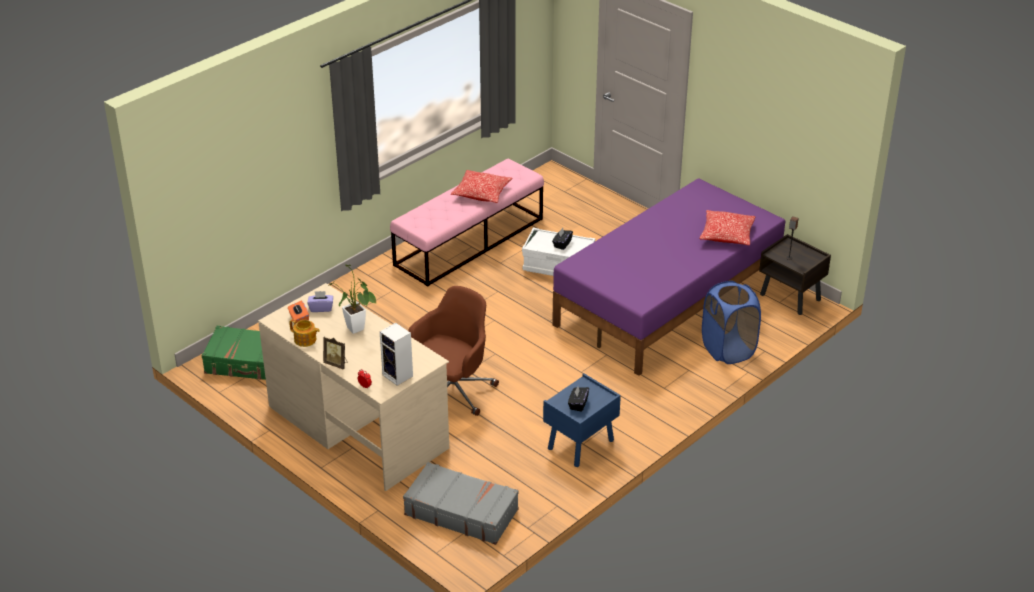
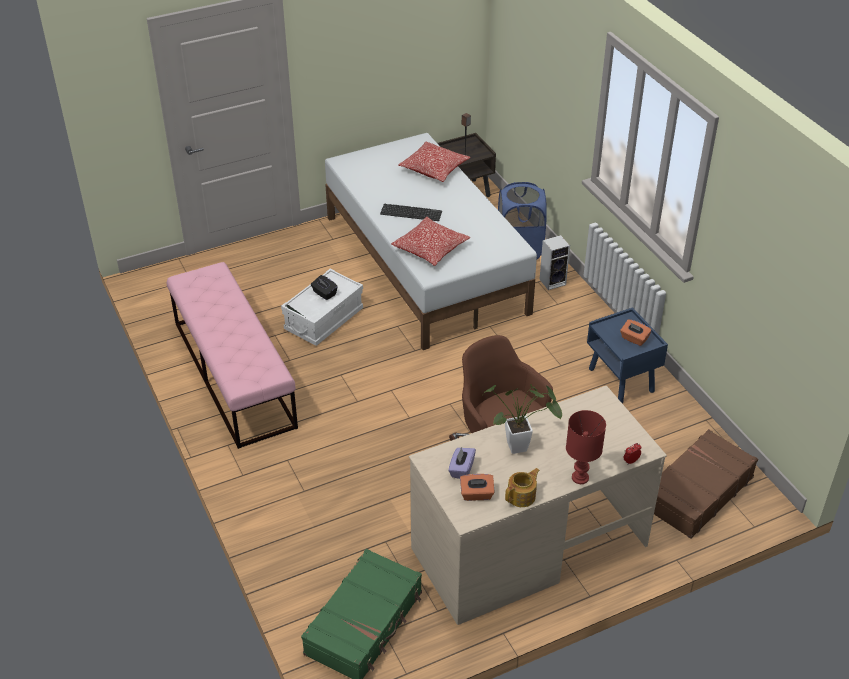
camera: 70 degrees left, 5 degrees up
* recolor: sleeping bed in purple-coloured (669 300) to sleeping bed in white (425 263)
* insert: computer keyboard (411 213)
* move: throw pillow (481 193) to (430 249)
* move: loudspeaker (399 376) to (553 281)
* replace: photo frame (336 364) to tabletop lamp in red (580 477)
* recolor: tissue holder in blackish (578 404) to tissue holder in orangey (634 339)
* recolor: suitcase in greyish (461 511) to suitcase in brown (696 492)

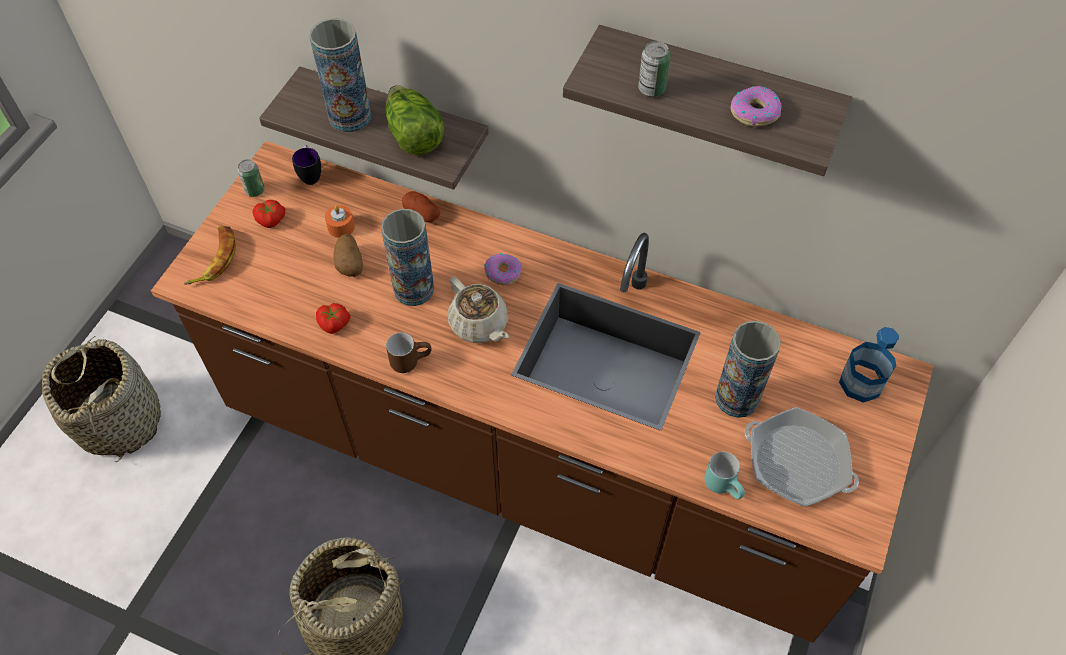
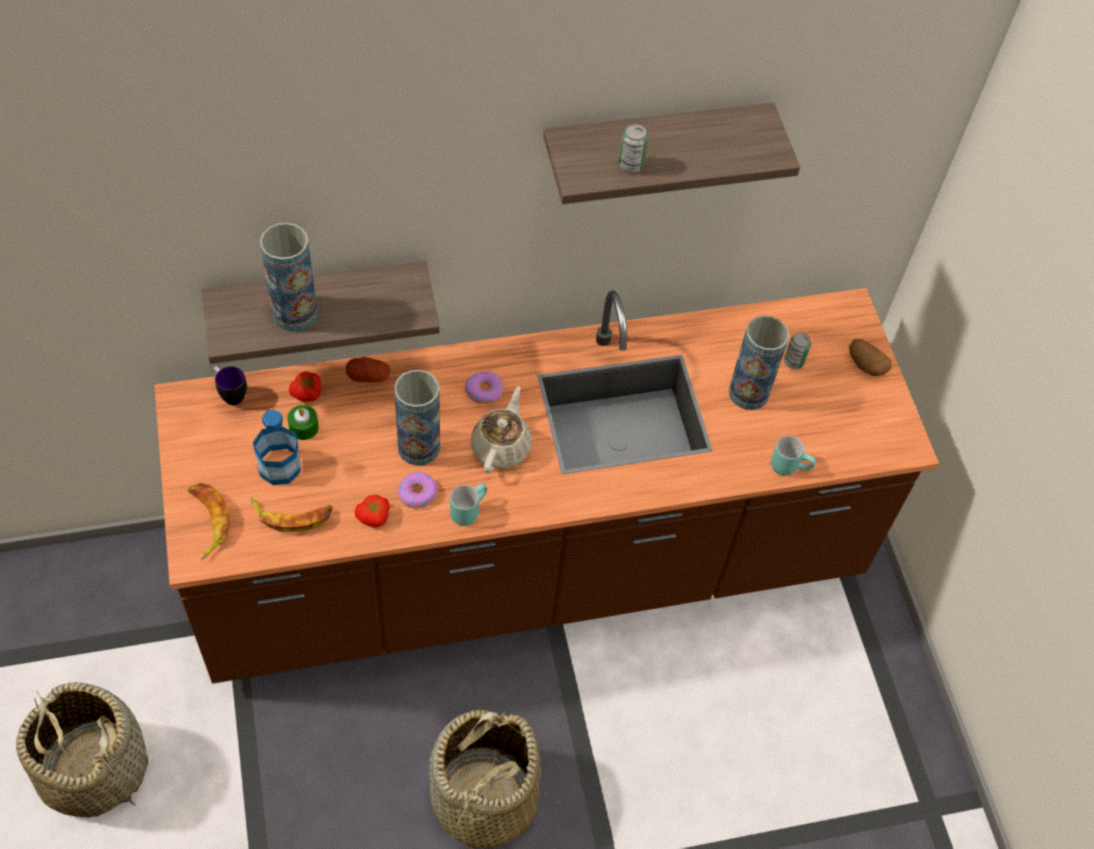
camera: 40 degrees left, 0 degrees up
* insert: whole banana (292 515)
* move: drink bottle (860 383) to (279 467)
* recolor: wax candle in orangey (341 227) to wax candle in green-coloured (304 427)
* move: tomato (271 220) to (307 393)
* move: doughnut (754 112) to (417 493)
* recolor: coffee mug in brown (410 359) to coffee mug in blue-green (467 509)
* rotate: teapot in beige (479 324) = (501 446) 90 degrees counterclockwise
* move: sealed can (255 190) to (793 362)
* move: potato (350 263) to (865 365)
* delete: lettuce (413 135)
* delete: frying pan (797 462)

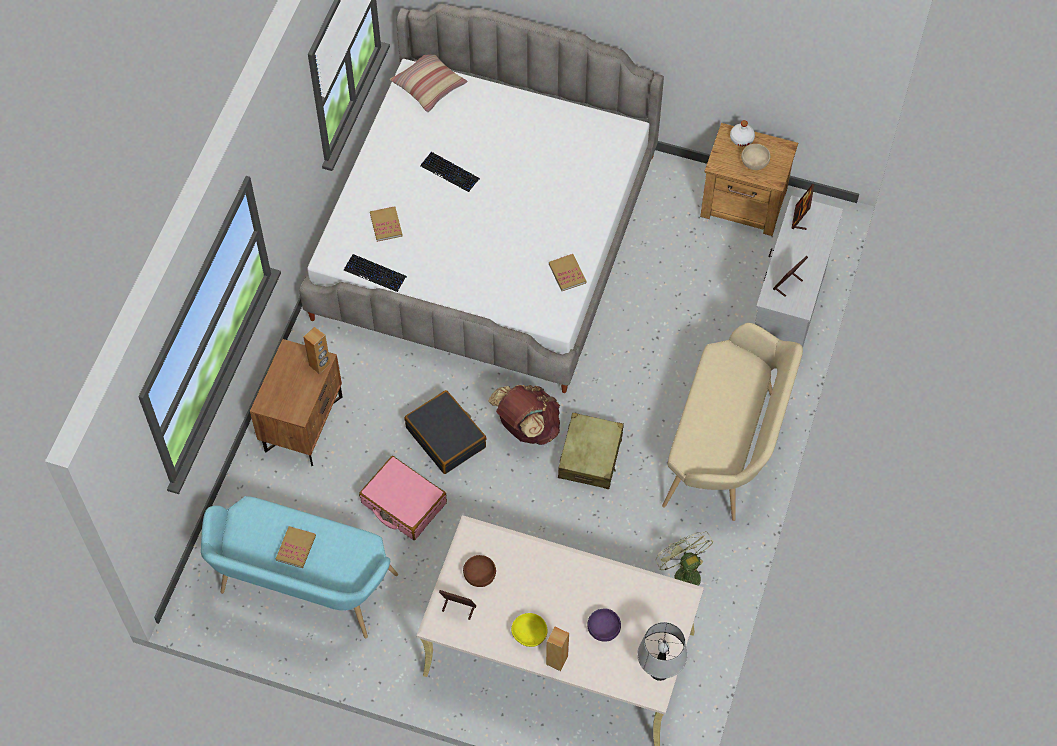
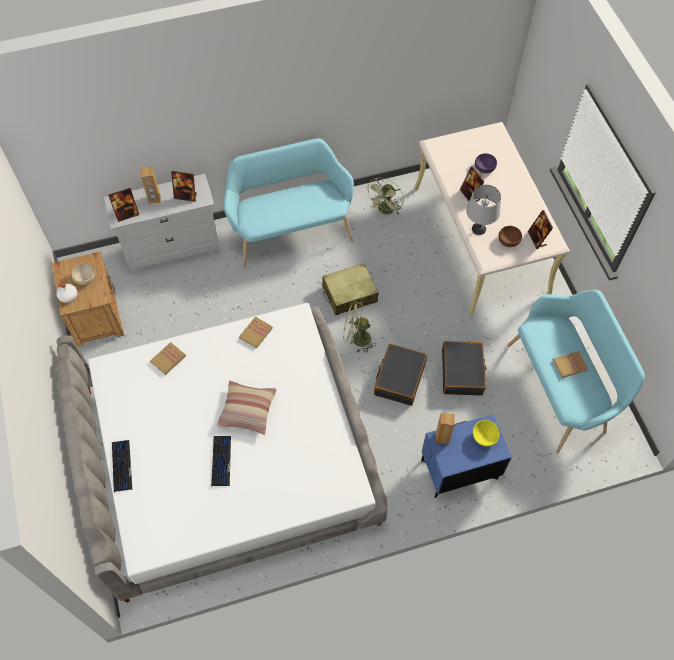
camera: 125 degrees left, 0 degrees up
* move: computer keyboard (375 273) to (121 466)
* move: loudspeaker in brown (556 660) to (154 199)
* move: volume (386 225) to (168 359)
* move: throw pillow (429 86) to (247 410)
* recolor: indoor bench in beige (726 449) to indoor bench in blue-green (290 231)
* replace: knapsack in brown (527 427) to cooling fan in green-coloured (356 338)
* recolor: nightstand in brown (302 423) to nightstand in bluish (459 470)
* recolor: suitcase in pinkish (403 503) to suitcase in blackish (462 372)
* insert: photo frame (470 195)
* move: tabletop lamp in greyish (659 670) to (479 229)
* move: deep dish in yellowish (529 635) to (484 436)

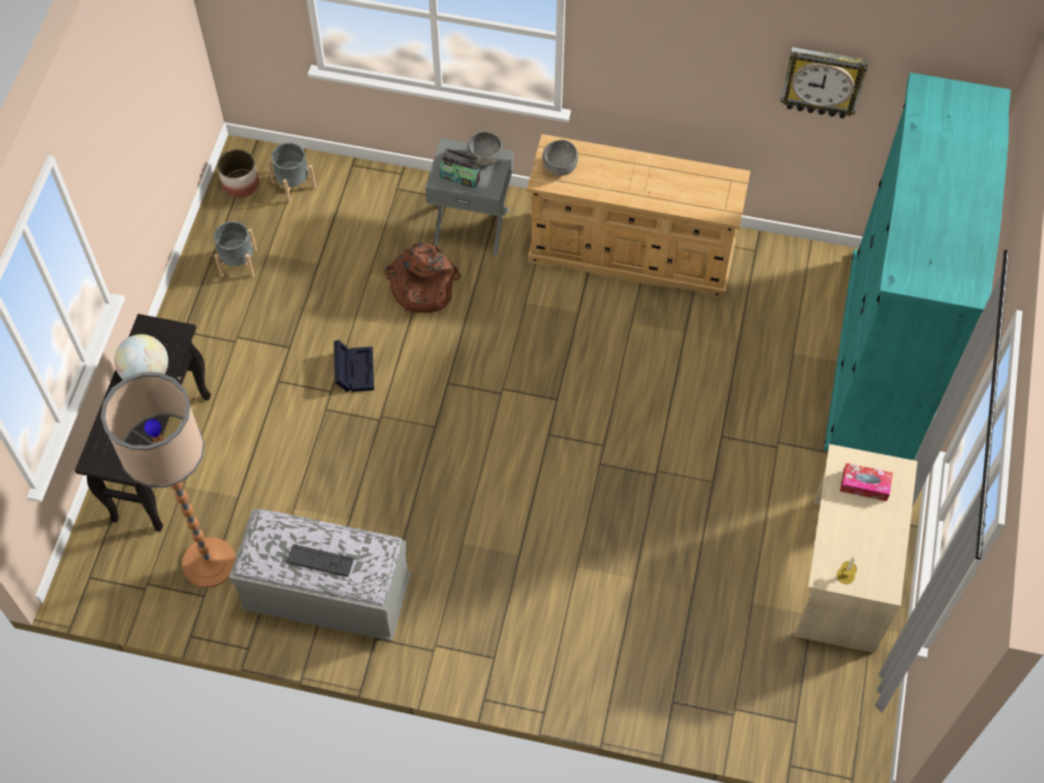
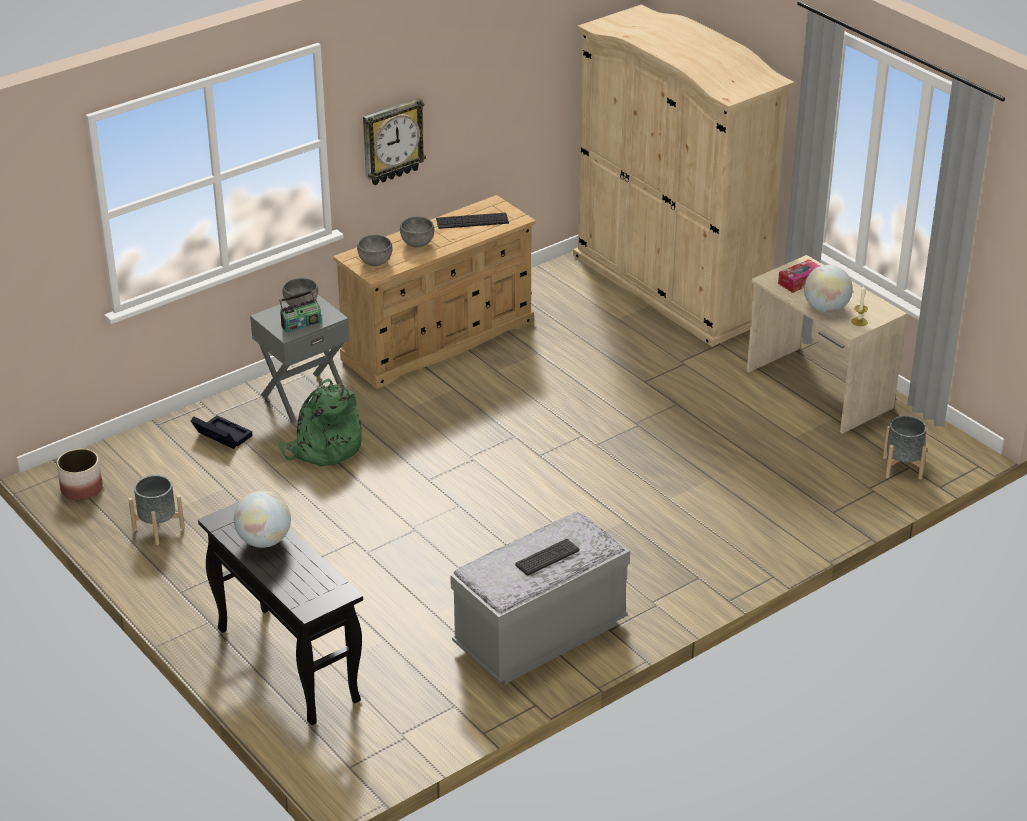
camera: 50 degrees left, 25 degrees down
* move: storage bin in blackish (354 369) to (220 436)
* recolor: knapsack in brown (421 287) to knapsack in green-coloured (323 448)
* move: wall clock (823 81) to (392 141)
* insert: deep dish in greyish (417 244)
* insert: computer keyboard (472 221)
* recolor: wardrobe in blue-green (883 357) to wardrobe in beige (670 286)
* insert: desk globe (826 309)
* move: flower pot in greyish (294 185) to (902 467)
* delete: floor lamp (209 562)

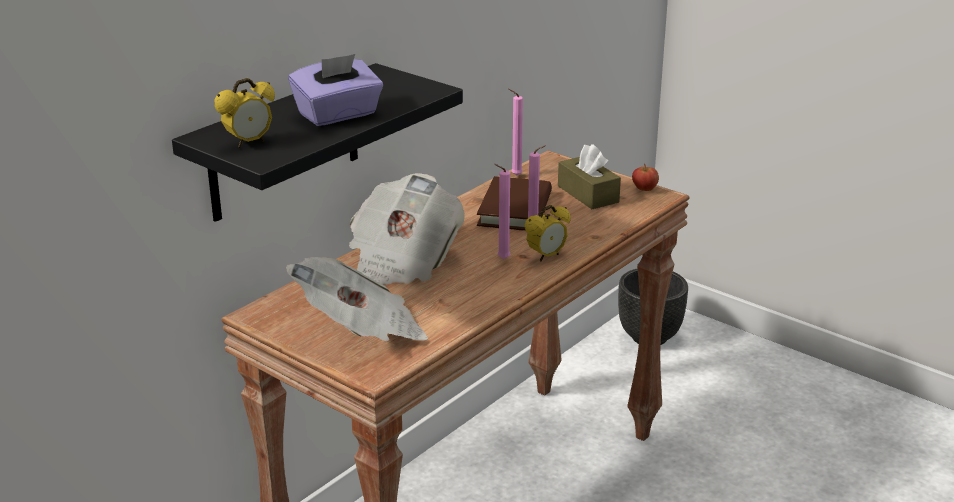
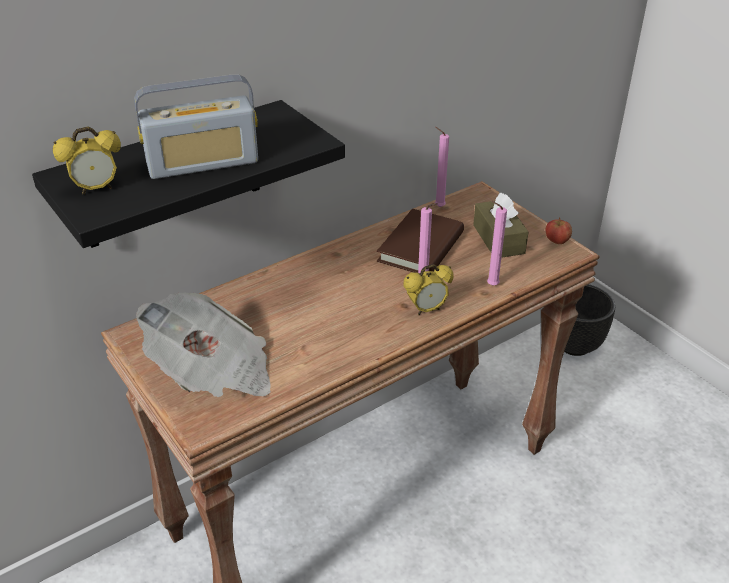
camera: 15 degrees right, 10 degrees up
* replace: tissue holder in purple-coloured (338 115) to radio receiver (203 163)
* move: wax candle in pinkish (501 259) to (490 285)
* delete: daily paper (402 261)

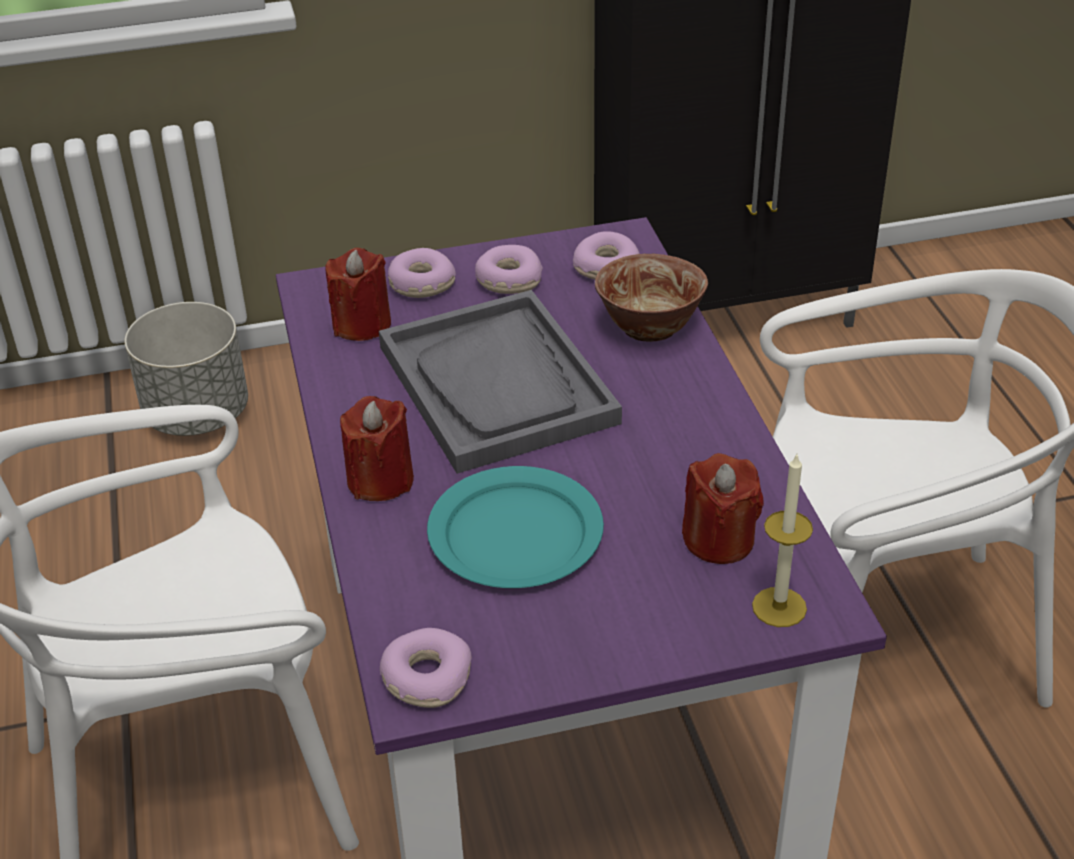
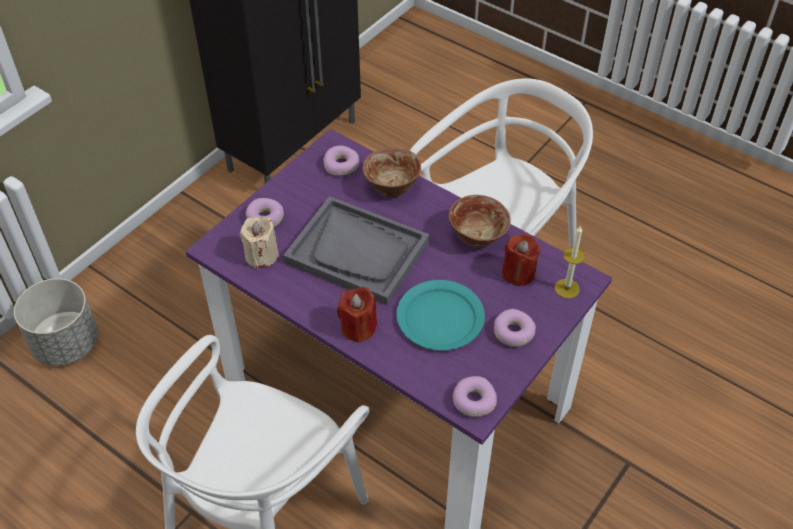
camera: 40 degrees left, 10 degrees up
* recolor: wax candle in red (362 324) to wax candle in beige (261 255)
* insert: deep dish (477 237)
* move: doughnut (508 280) to (513 333)

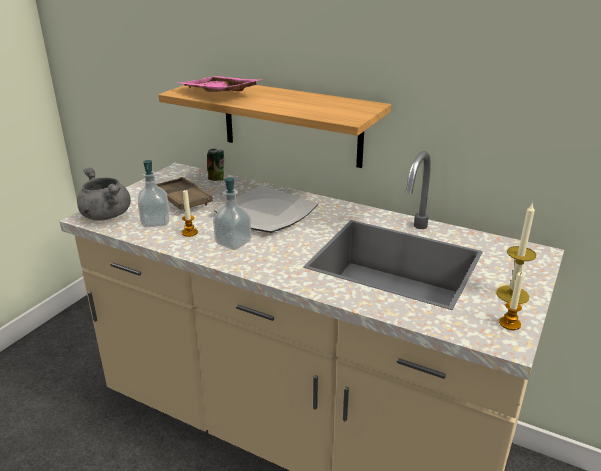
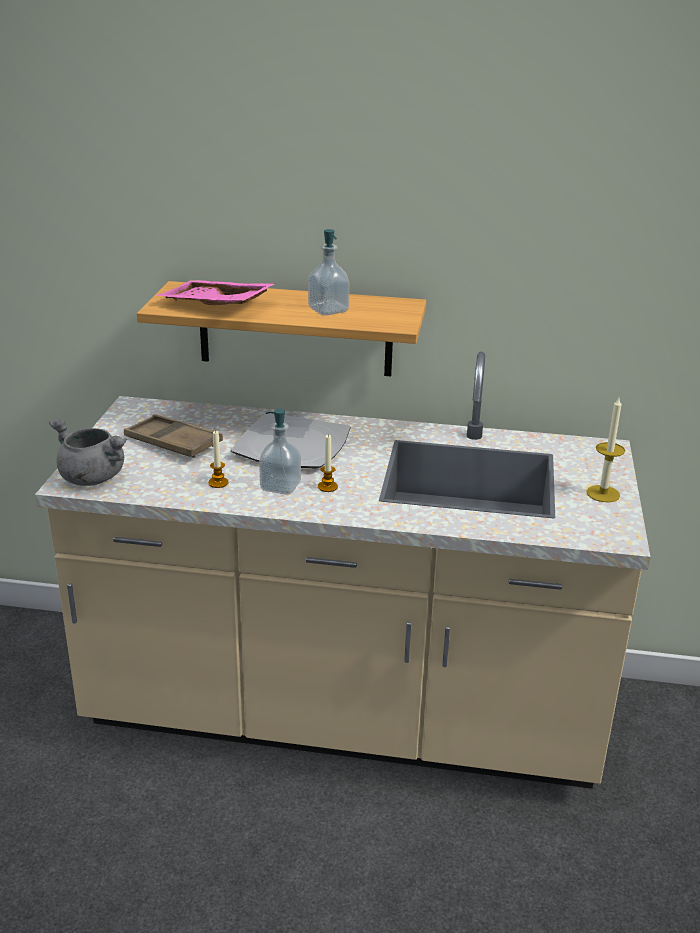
camera: 20 degrees left, 0 degrees up
* move: soap bottle (155 222) to (328 310)
* move: wax candle (509 323) to (327 487)
* delete: sealed can (217 178)

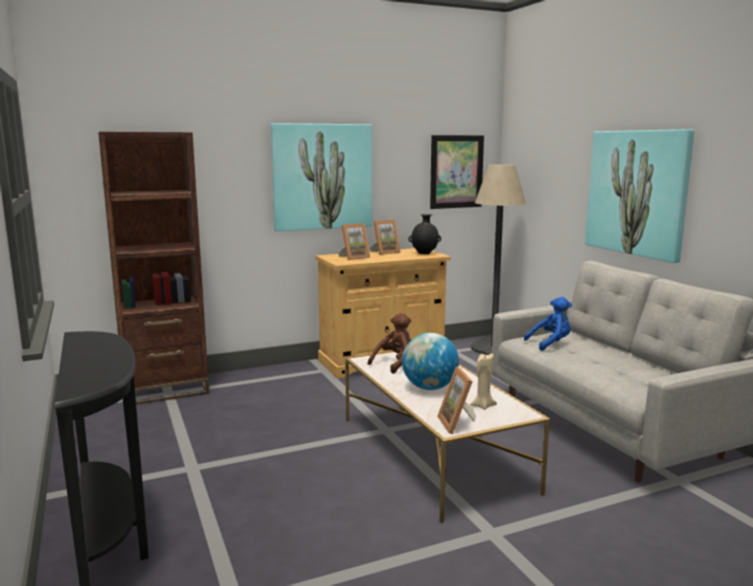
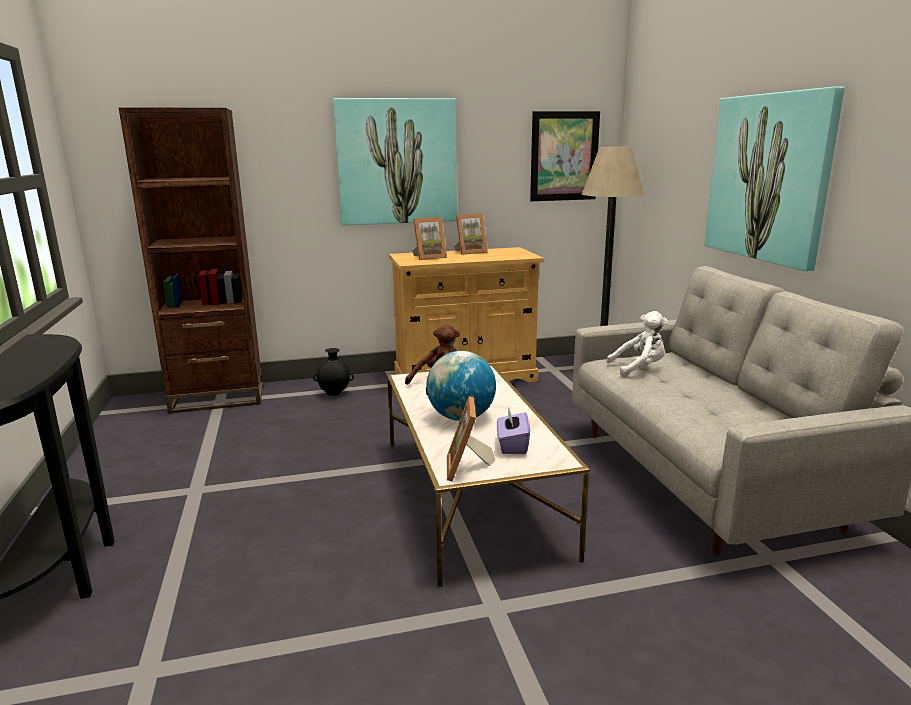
camera: 10 degrees right, 5 degrees up
* move: decorative vase in blackish (424 253) to (334 393)
* replace: wax candle in beige (482 406) to tissue holder in purple-coloured (512 445)
* recolor: plush toy in bluish (550 344) to plush toy in white (639 369)

